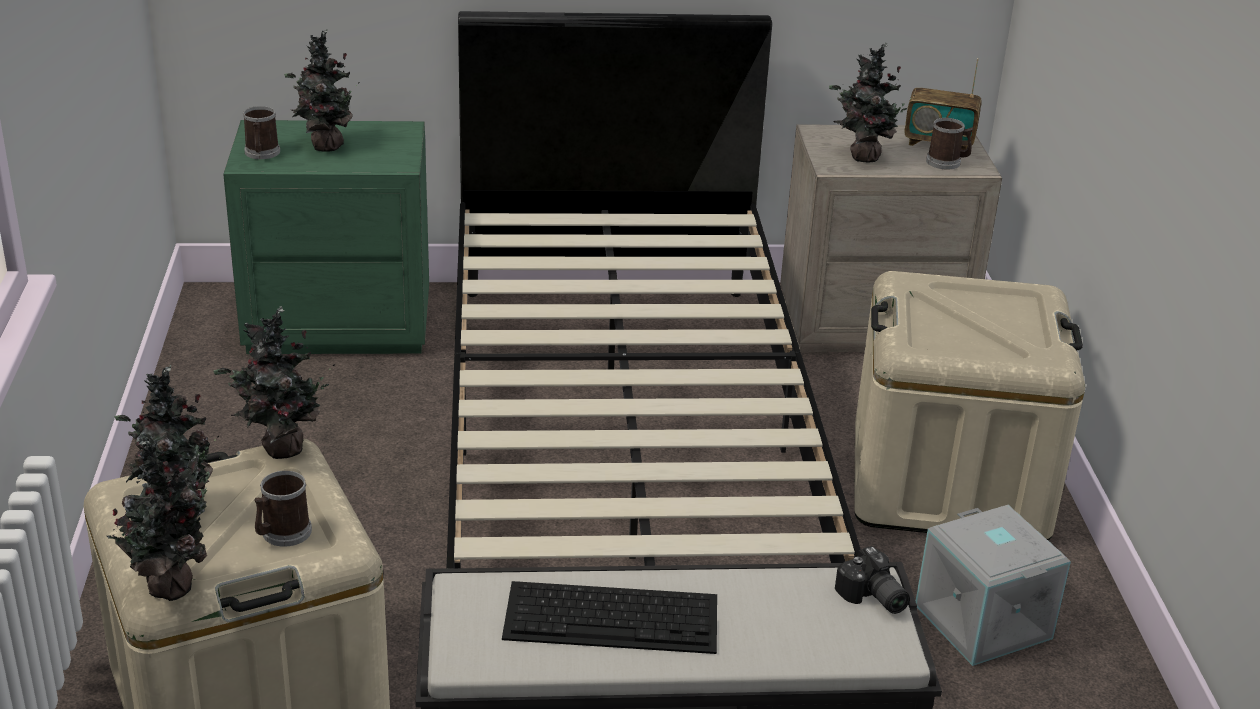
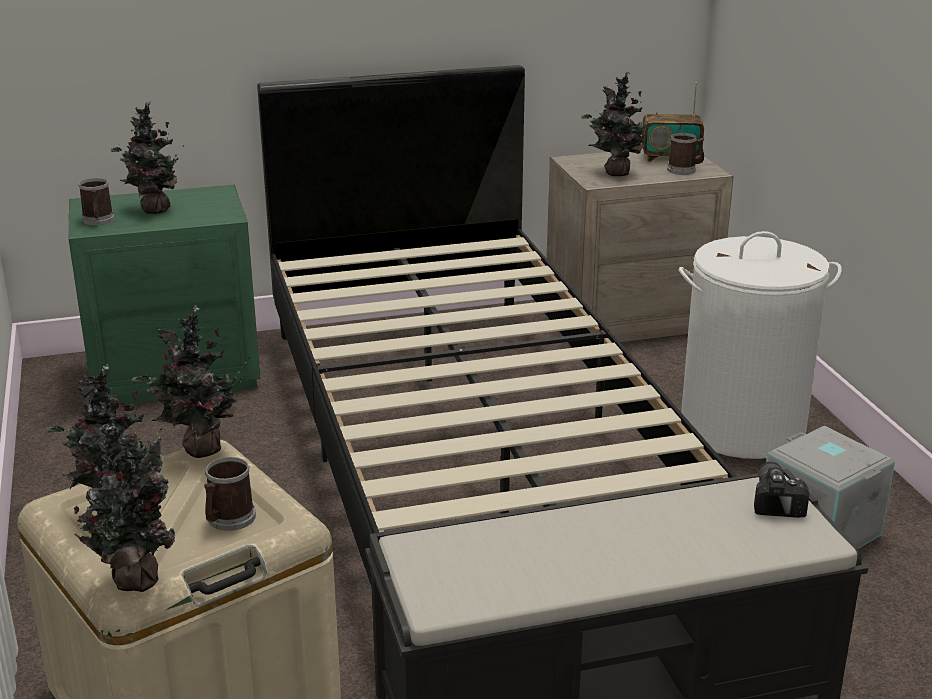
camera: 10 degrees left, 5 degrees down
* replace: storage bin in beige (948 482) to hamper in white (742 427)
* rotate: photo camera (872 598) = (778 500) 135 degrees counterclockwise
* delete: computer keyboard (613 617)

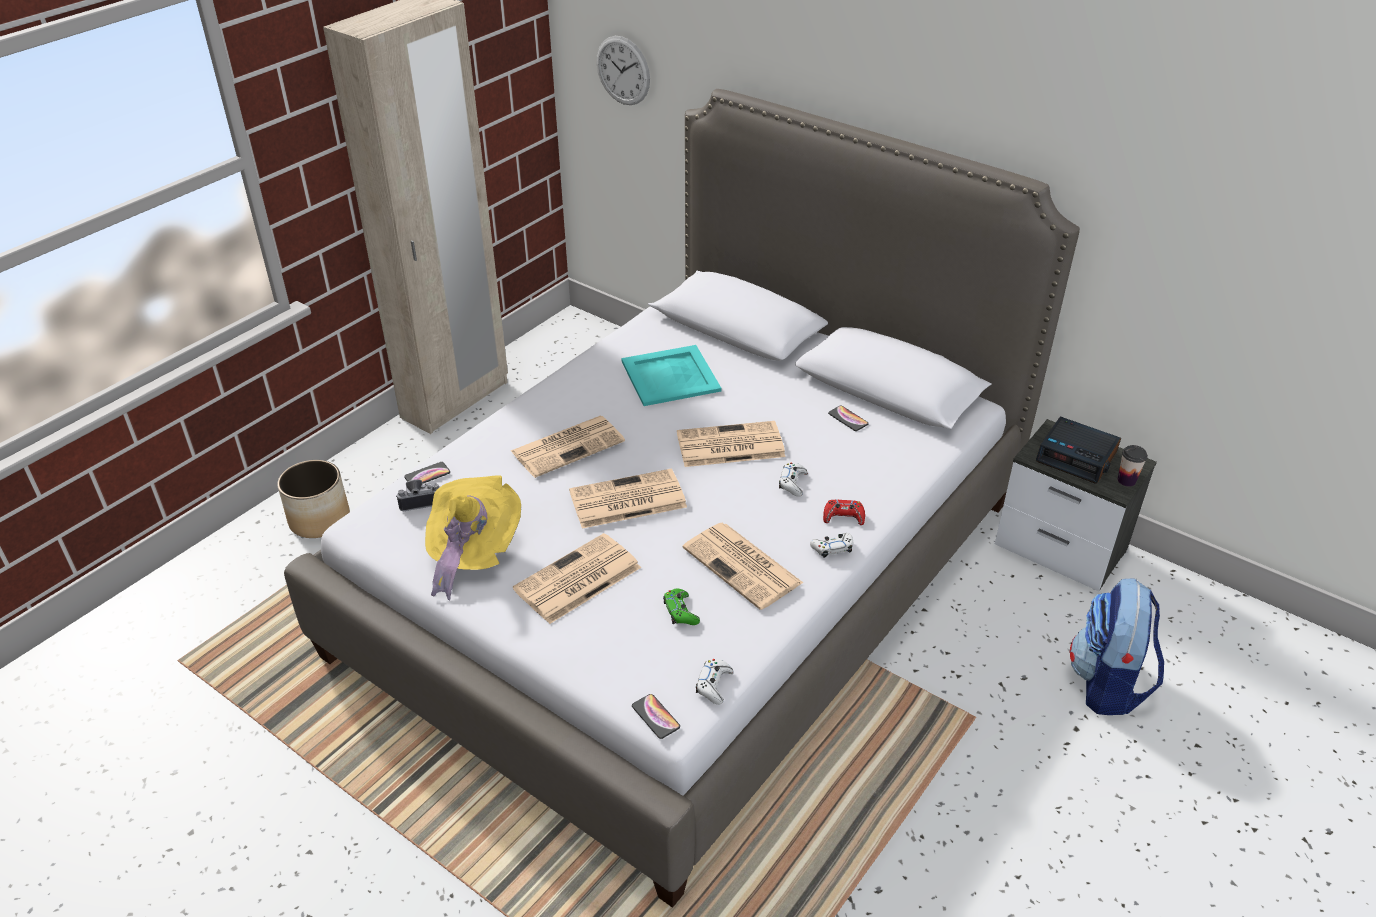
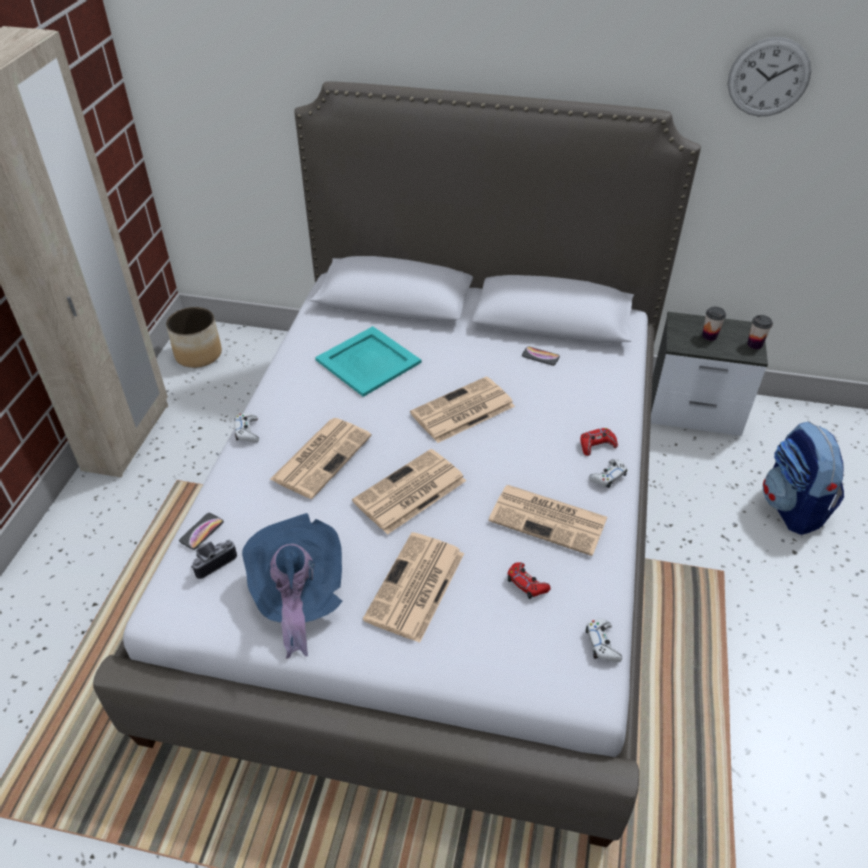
camera: 25 degrees left, 5 degrees up
* move: flower pot (320 520) to (199 354)
* move: joypad in white (792 483) to (247 431)
* recolor: clothing hat in yellowish (472 553) to clothing hat in bluish (298 597)
* recolor: joypad in green-coloured (680 612) to joypad in red (527 584)
* replace: alarm clock (1077 457) to drinking cup (709 336)
* move: wall clock (623 70) to (768 77)
* delete: handset (655 717)

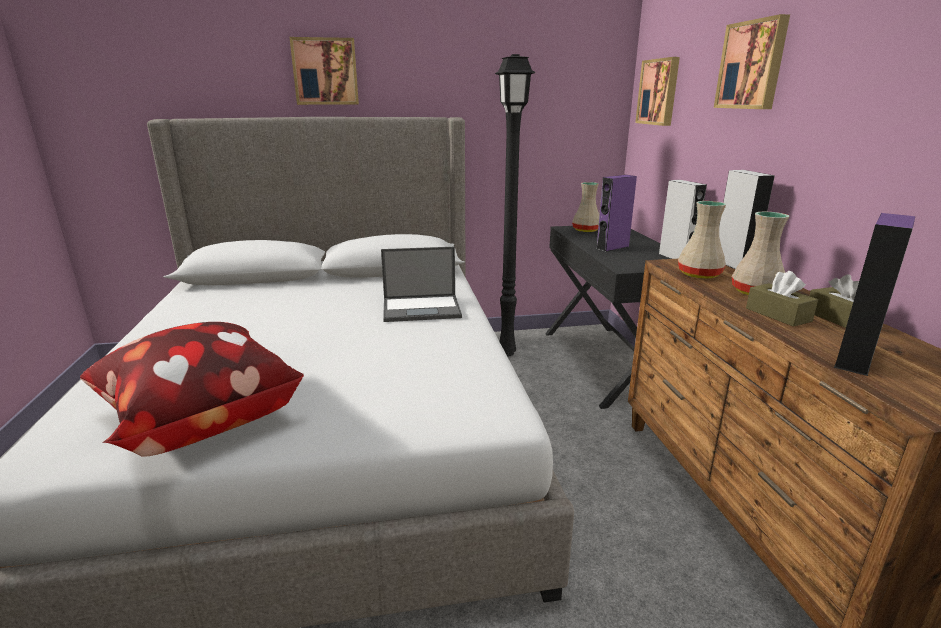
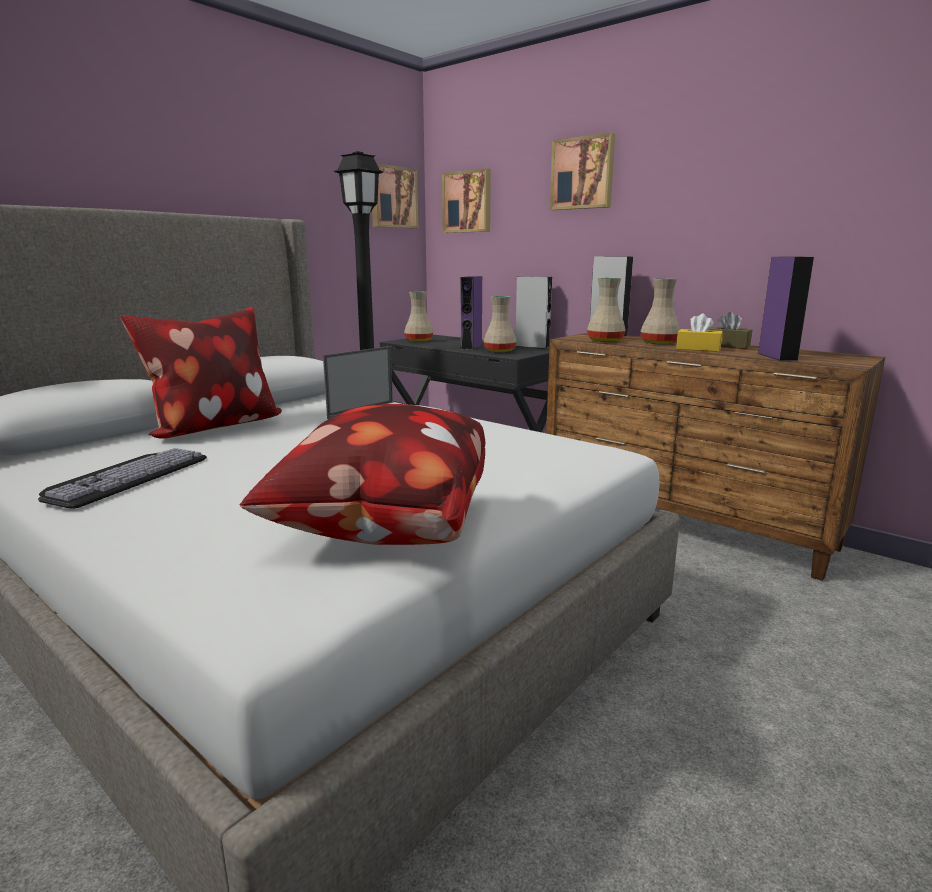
camera: 40 degrees left, 5 degrees down
* insert: computer keyboard (124 476)
* insert: throw pillow (213 427)
* move: wall picture (325 71) to (392 197)
* insert: decorative vase in beige (499 351)
* recolor: tissue holder in brown (778 315) to tissue holder in yellowish (698 349)

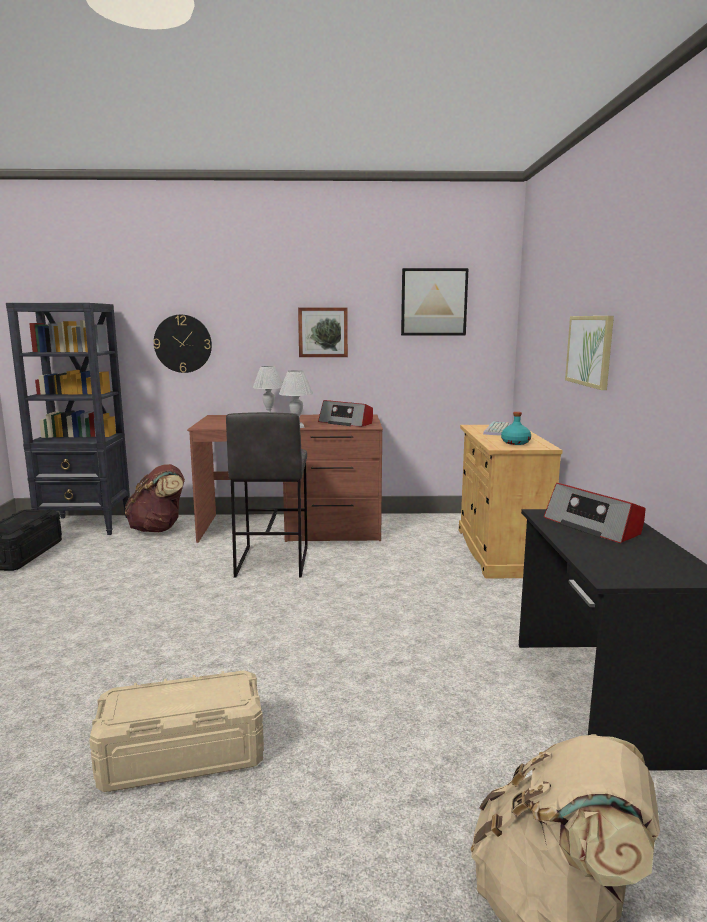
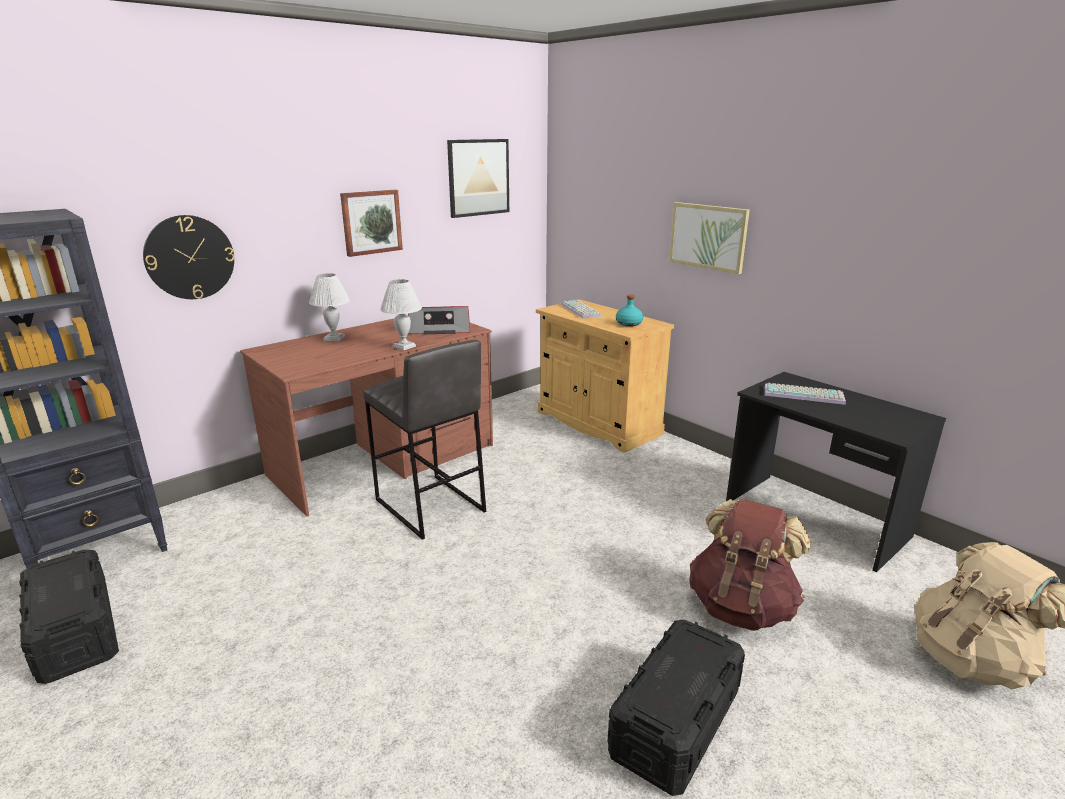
camera: 40 degrees left, 10 degrees up
* recolor: storage bin in beige (183 755) to storage bin in blackish (676 722)
* move: knapsack in brown (158 529) to (741 607)
* replace: radio receiver (593 526) to computer keyboard (804 394)

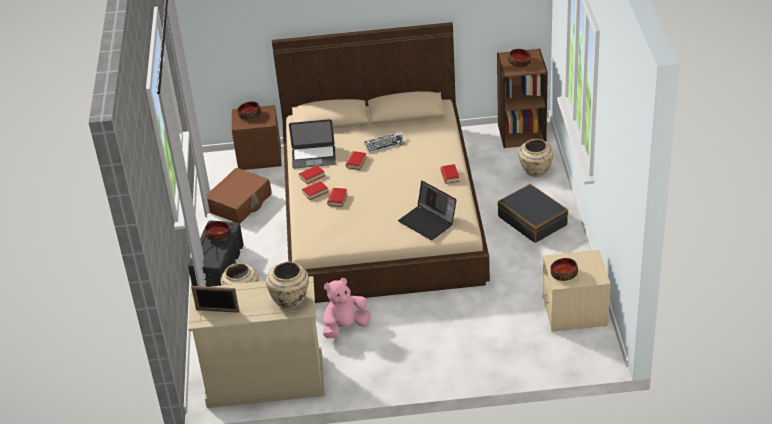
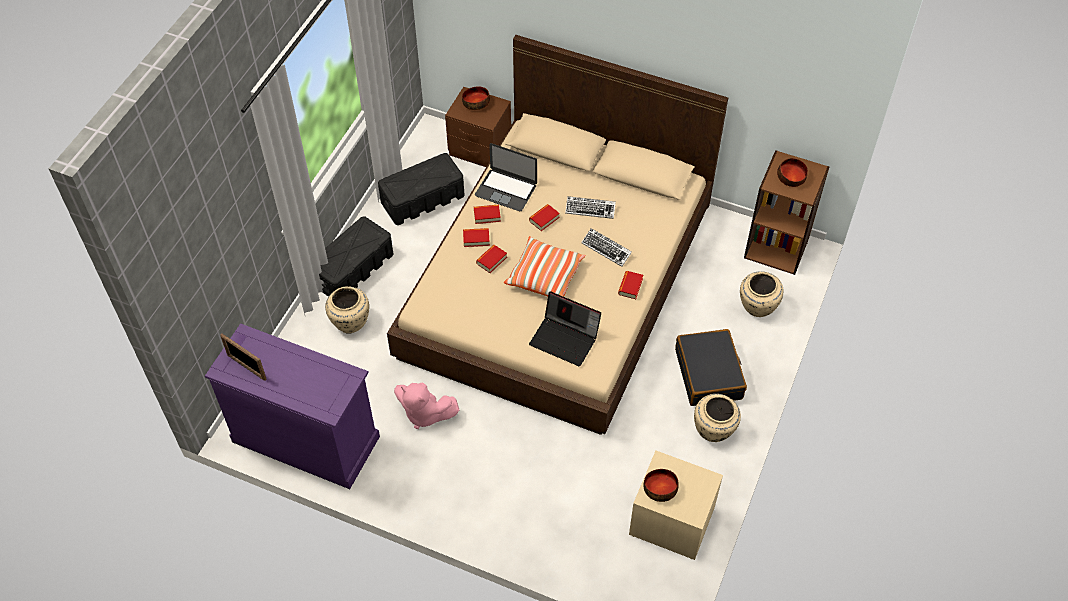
camera: 25 degrees right, 15 degrees up
* recolor: dresser in beige (265 380) to dresser in purple-coloured (306 438)
* replace: suitcase in brown (239 203) to storage bin in blackish (423 199)
* rotate: plush toy in pinkish (345 327) = (424 413) 150 degrees counterclockwise
* insert: throw pillow (545 276)
* rotate: laptop (428 222) = (565 339) 45 degrees counterclockwise
* insert: computer keyboard (606 249)
* move: decorative vase in beige (290 301) to (714 431)
* delete: deep dish (218 235)

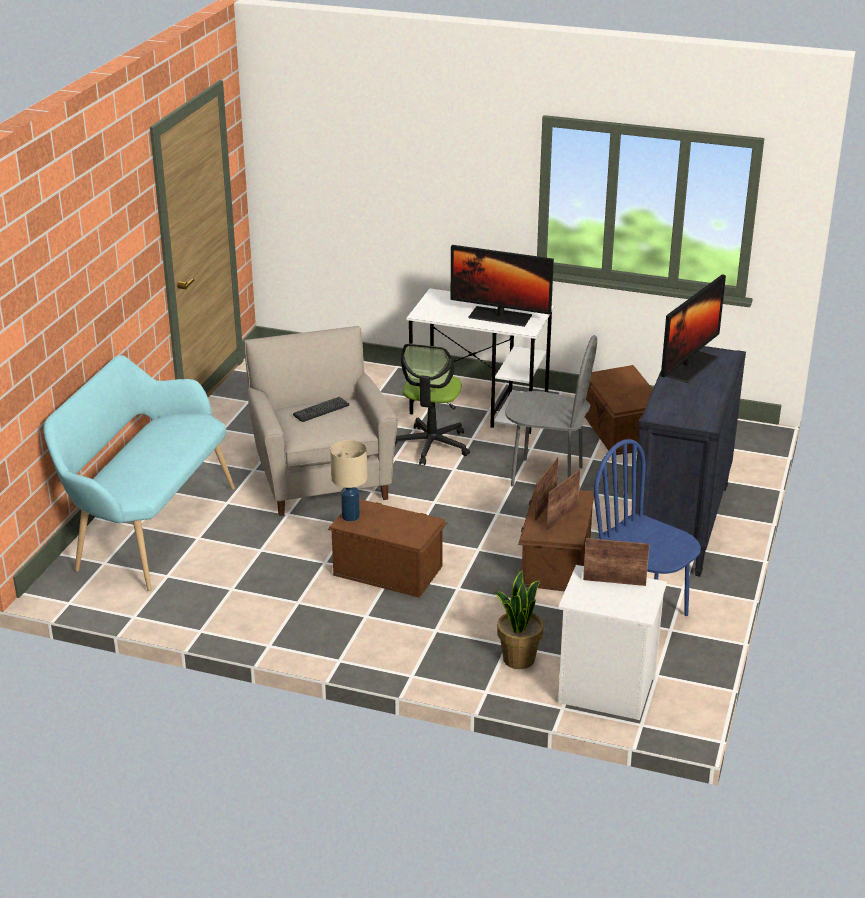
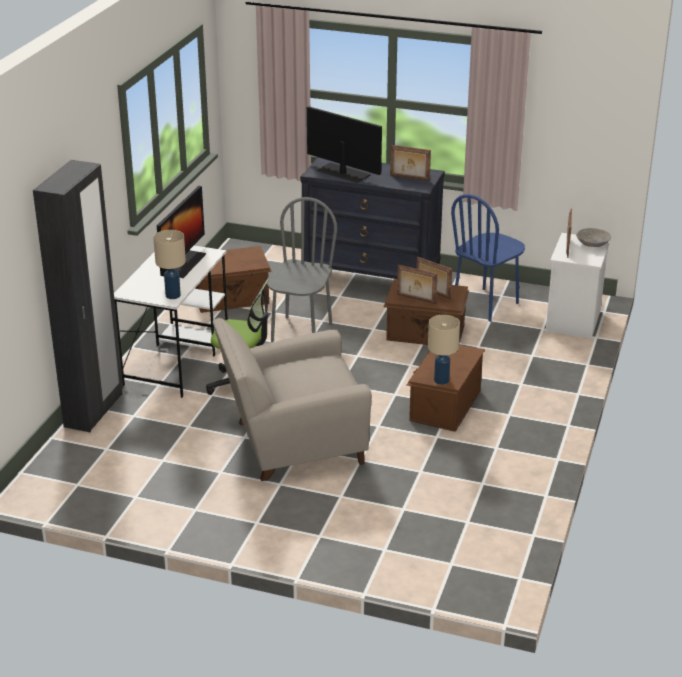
camera: 90 degrees left, 0 degrees up
* insert: wardrobe in blackish (94 410)
* insert: tabletop lamp in beige (172 295)
* insert: photo frame (409 178)
* insert: deep dish in greyish (593 244)
* delete: indoor bench in blue-green (148 528)
* delete: computer keyboard (321 410)
* delete: houseplant (518 659)

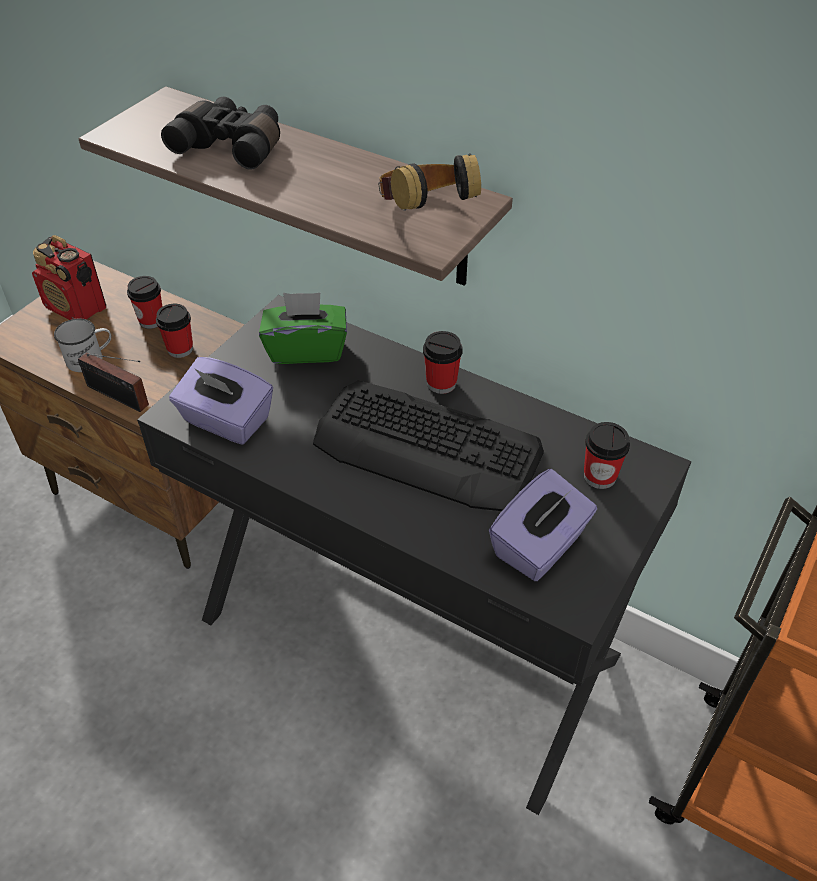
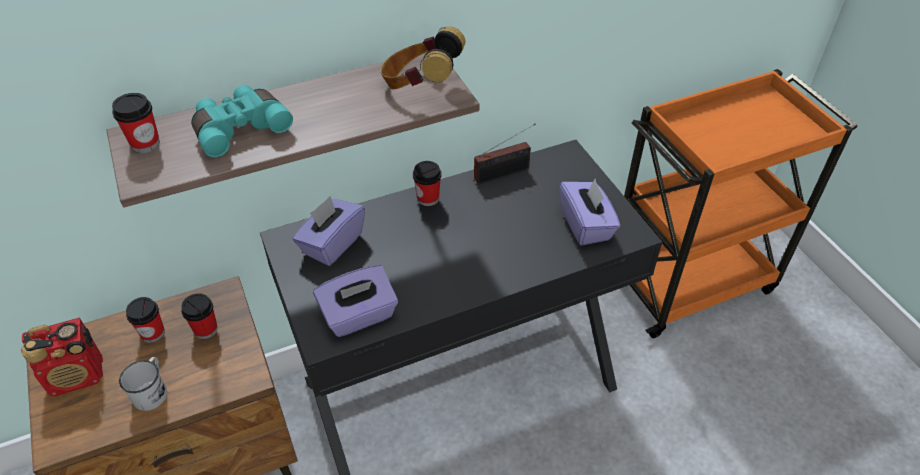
camera: 55 degrees left, 0 degrees up
* move: drinking cup (599 476) to (145 144)
* recolor: binoculars in blackish (232 146) to binoculars in blue-green (240 128)
* recolor: tissue holder in green-coloured (306 349) to tissue holder in purple-coloured (332 244)
* move: radio receiver (120 397) to (505 173)
* delete: computer keyboard (427 447)

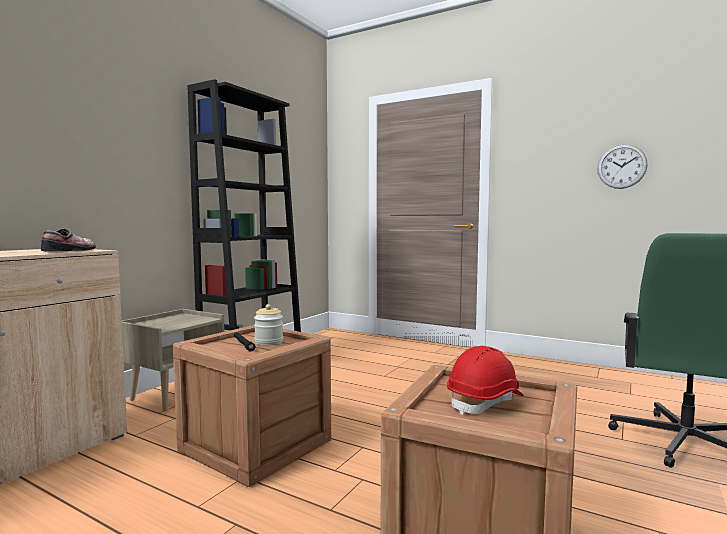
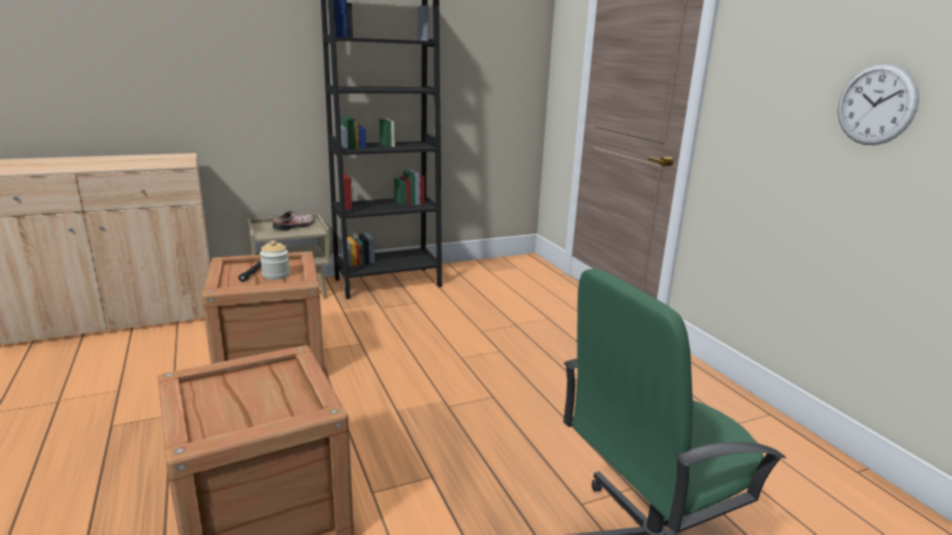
camera: 35 degrees right, 15 degrees up
* move: shoe (72 251) to (295 226)
* delete: hard hat in red (485 402)

